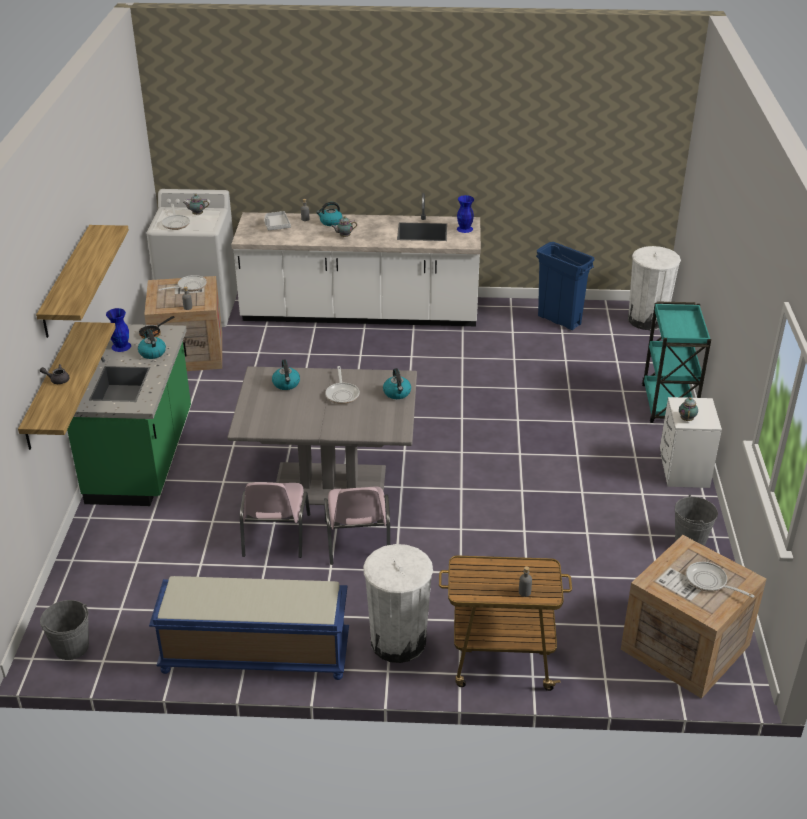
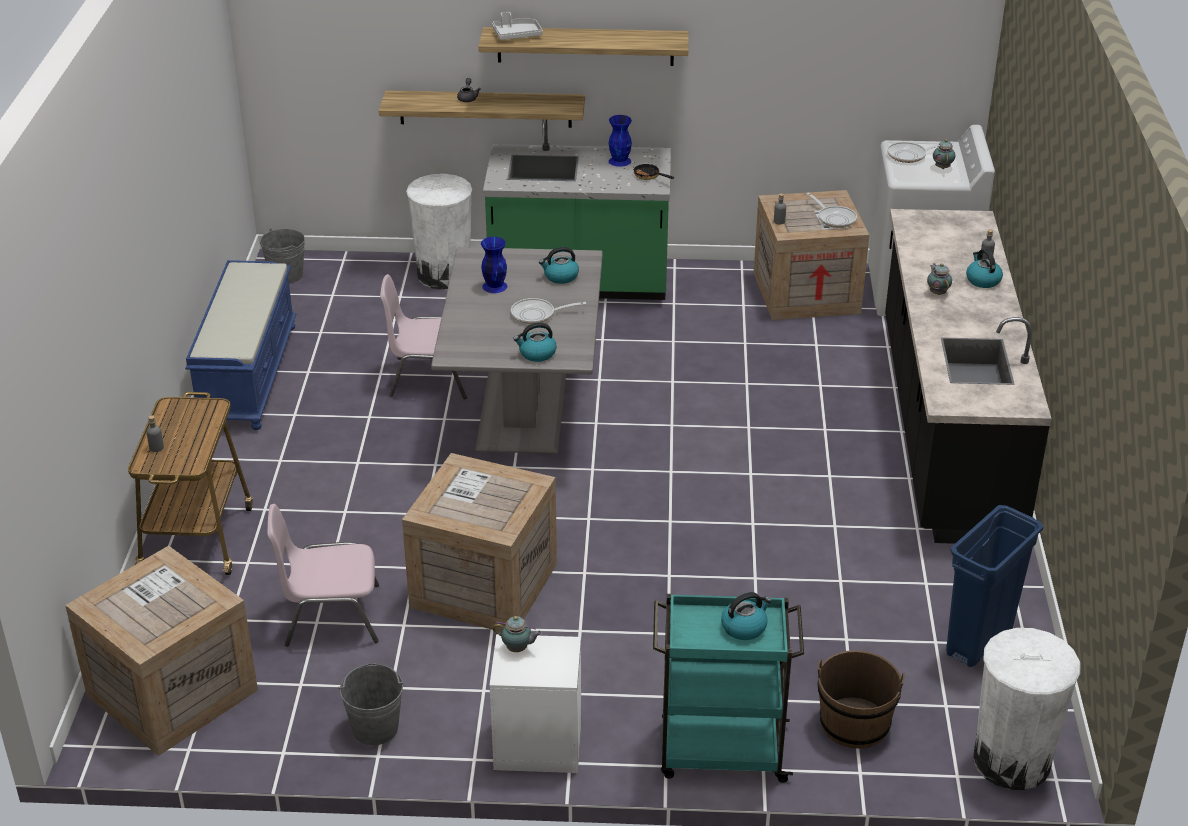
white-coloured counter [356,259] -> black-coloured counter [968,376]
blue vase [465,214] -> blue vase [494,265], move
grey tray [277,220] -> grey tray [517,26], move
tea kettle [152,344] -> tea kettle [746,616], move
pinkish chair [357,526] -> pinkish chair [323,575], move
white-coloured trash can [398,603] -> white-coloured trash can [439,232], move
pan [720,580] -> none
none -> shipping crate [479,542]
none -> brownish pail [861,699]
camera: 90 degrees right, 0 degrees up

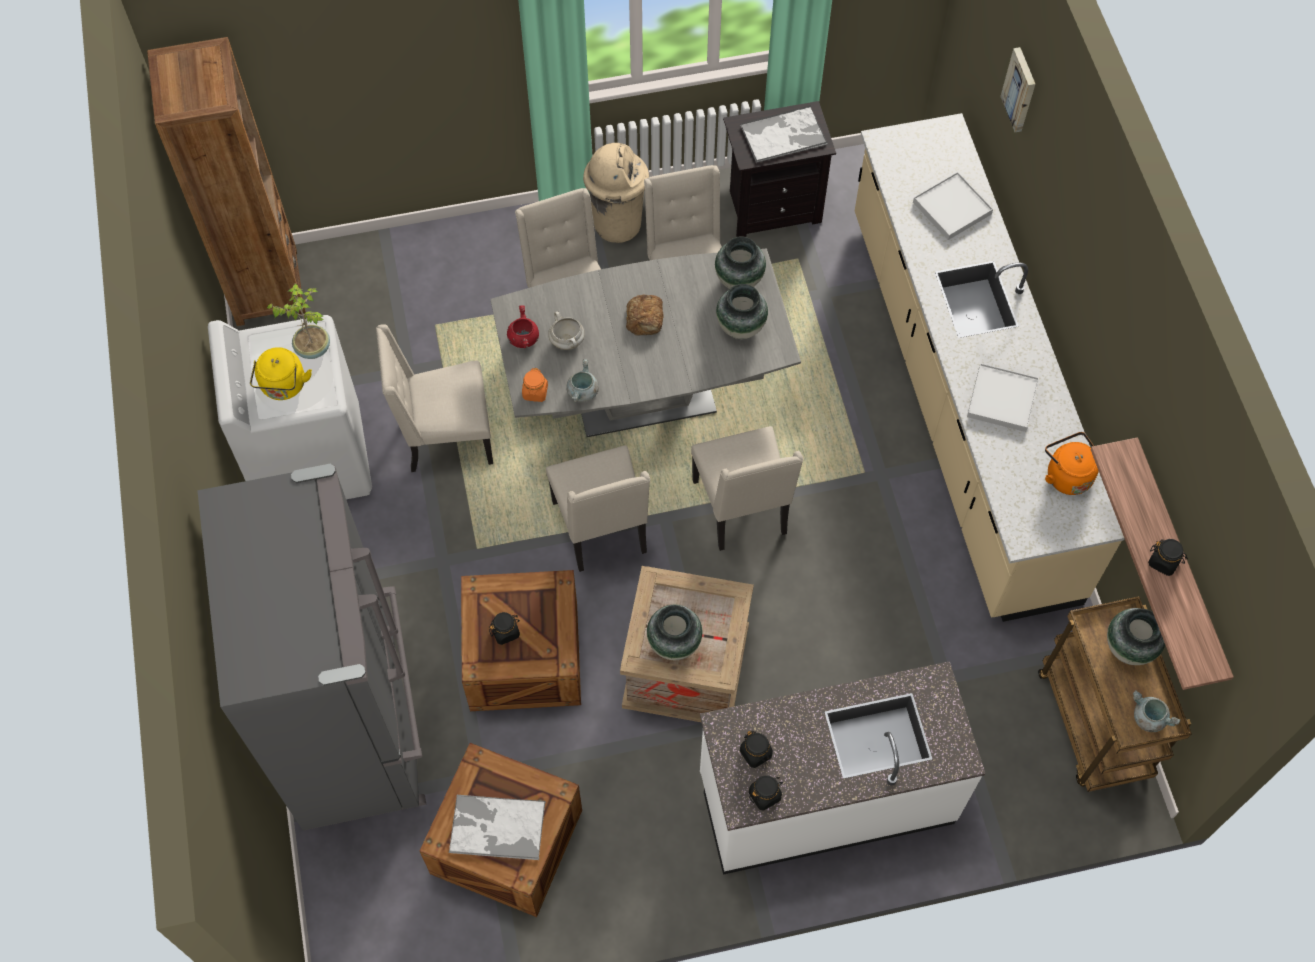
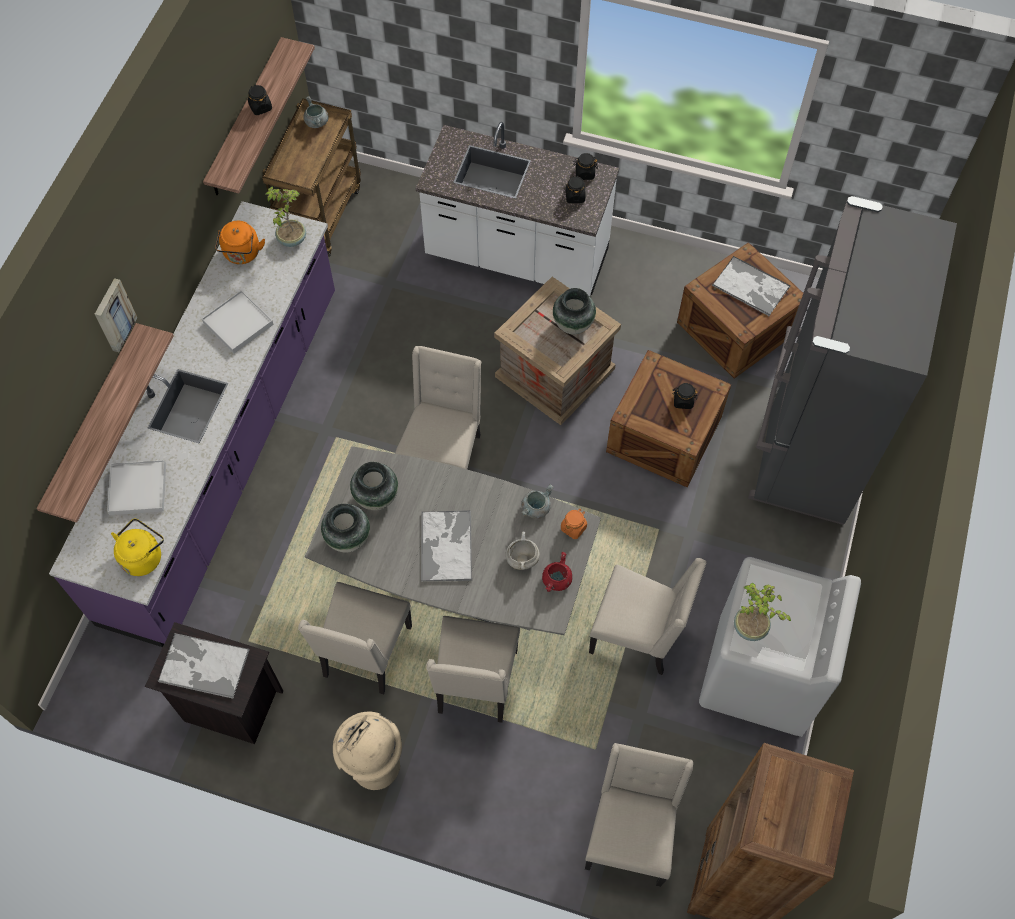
wall art [1017,89] -> wall art [116,315], move
beige counter [990,367] -> purplish counter [192,424]
bakery bread [645,315] -> tray [446,545]
yellowish tea kettle [281,373] -> yellowish tea kettle [137,547], move
beige chair [598,508] -> beige chair [639,815], move
vase [1136,636] -> none
none -> plant in a pot [285,216]
none -> bracket shelf [105,422]
camera: 150 degrees left, 0 degrees up

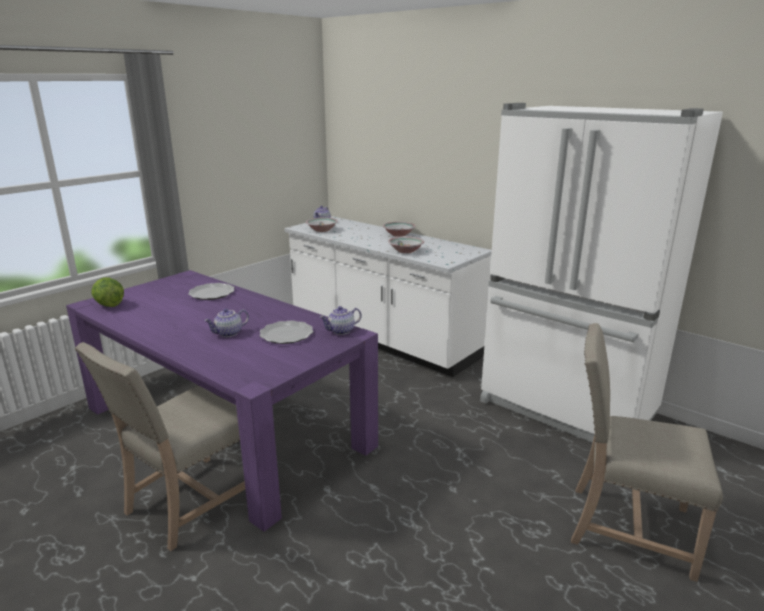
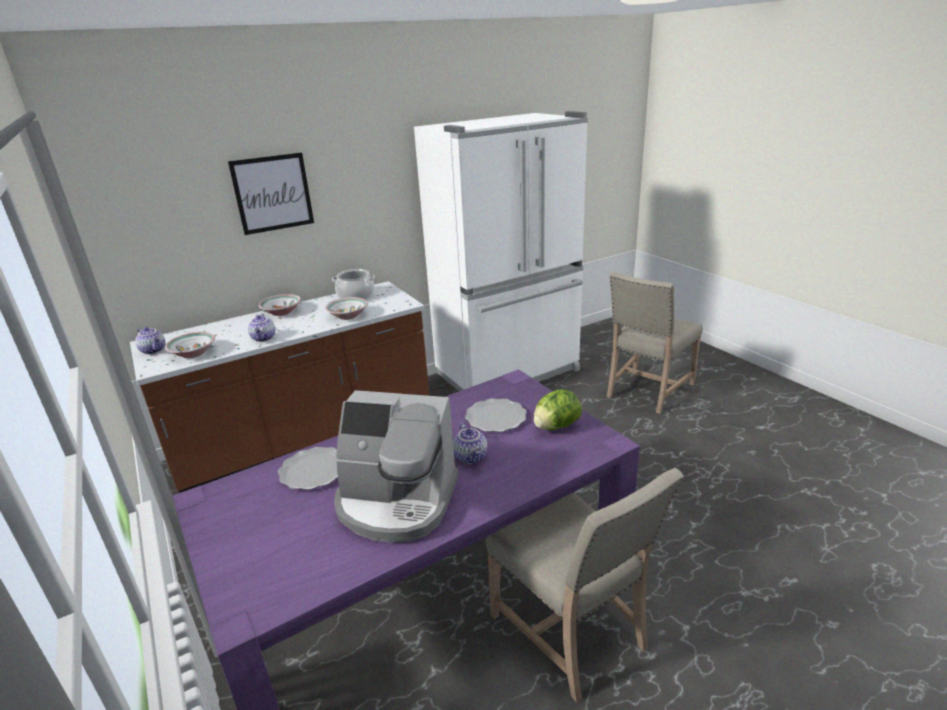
white-coloured counter [388,296] -> brownish counter [280,387]
head of lettuce [107,292] -> head of lettuce [558,409], move
pot for tea [341,320] -> pot for tea [261,327], move
none -> wall art [271,193]
none -> cooking pot [353,284]
none -> coffee machine [396,466]
camera: 70 degrees left, 5 degrees up

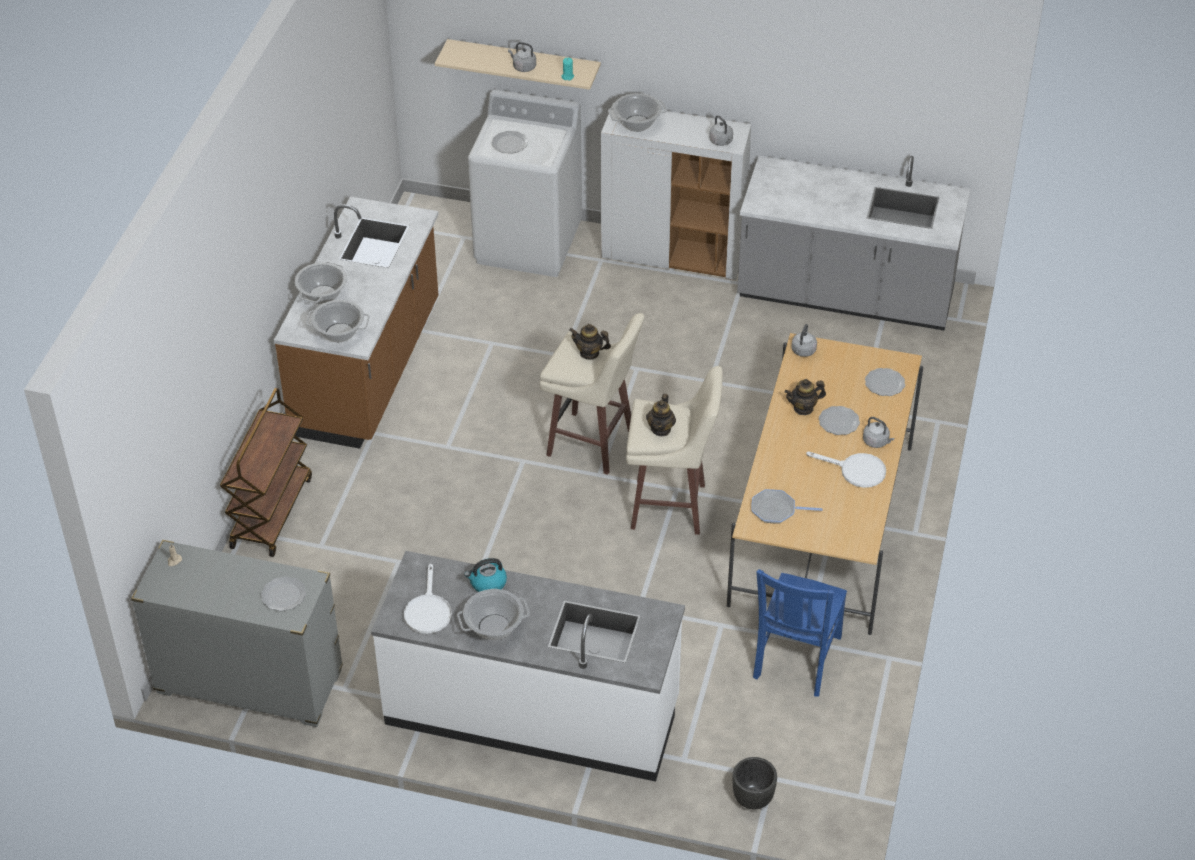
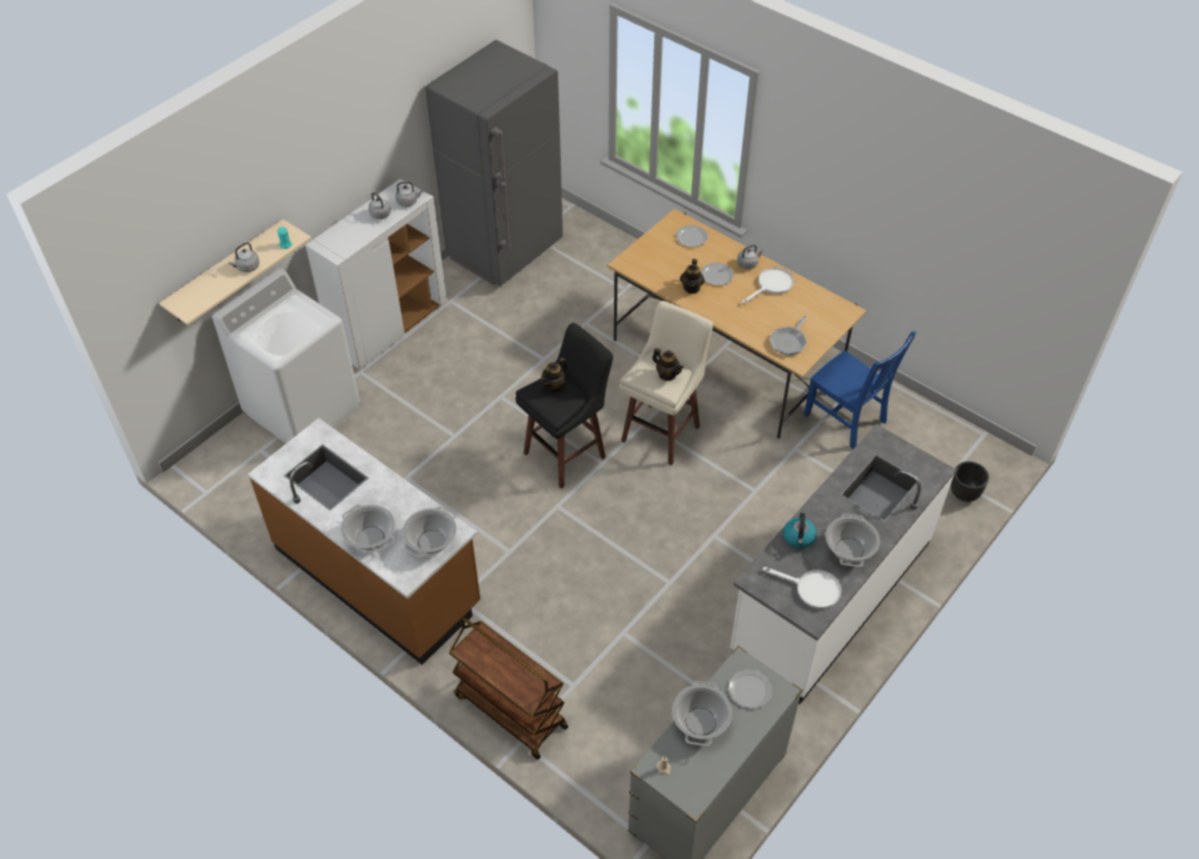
cooking pot [637,112] -> cooking pot [702,713], move
plate [510,142] -> none
grey counter [854,243] -> grey fridge [494,163]
beige sitting stool [592,394] -> black-coloured sitting stool [564,406]
grey tea kettle [804,340] -> grey tea kettle [380,205], move
camera: 65 degrees left, 5 degrees up

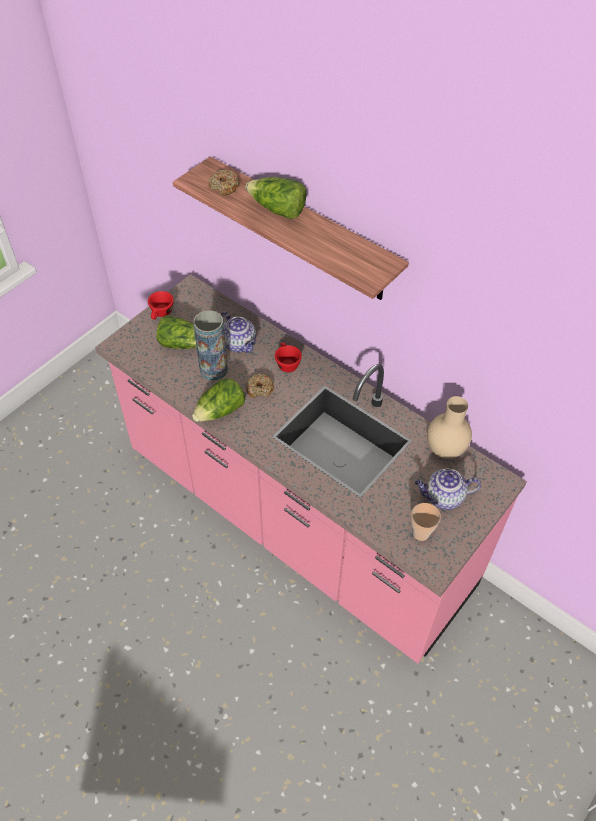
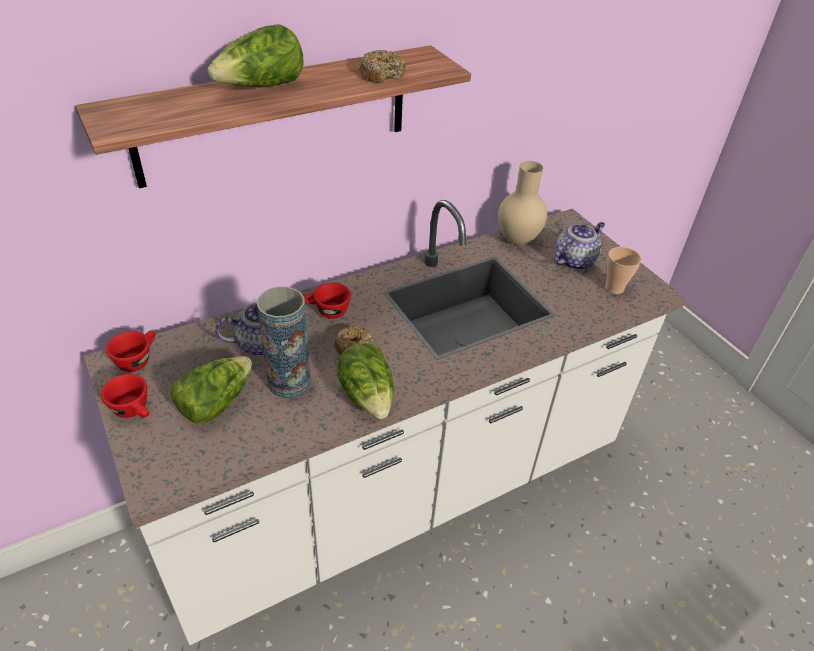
ring doughnut [224,182] -> ring doughnut [382,66], move
pinkish counter [311,468] -> white-coloured counter [385,422]
pot for tea [448,489] -> pot for tea [579,246], 150 degrees counterclockwise
none -> reddish drinking cup [131,351]
camera: 70 degrees left, 10 degrees down

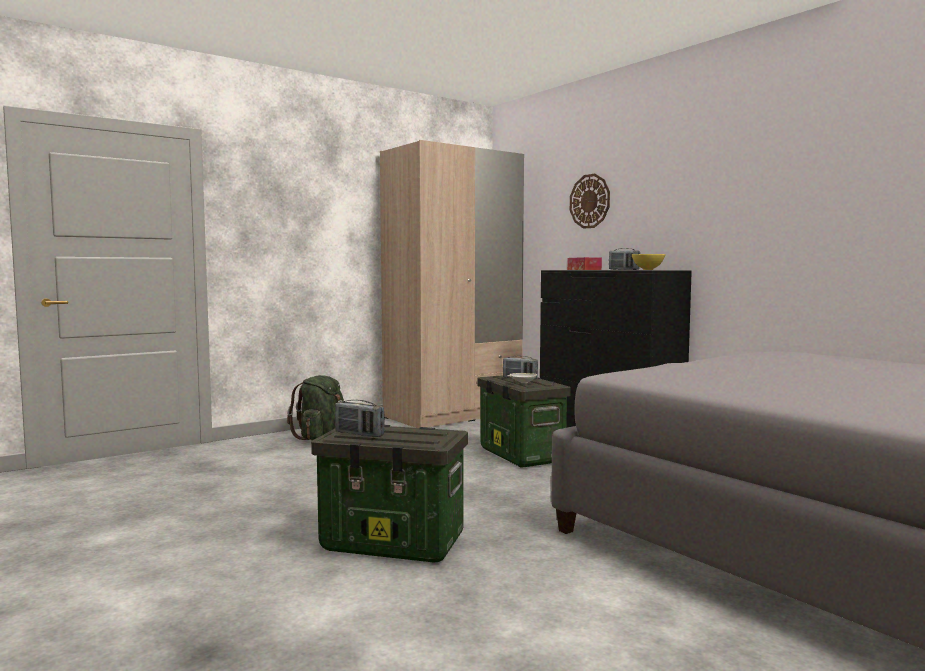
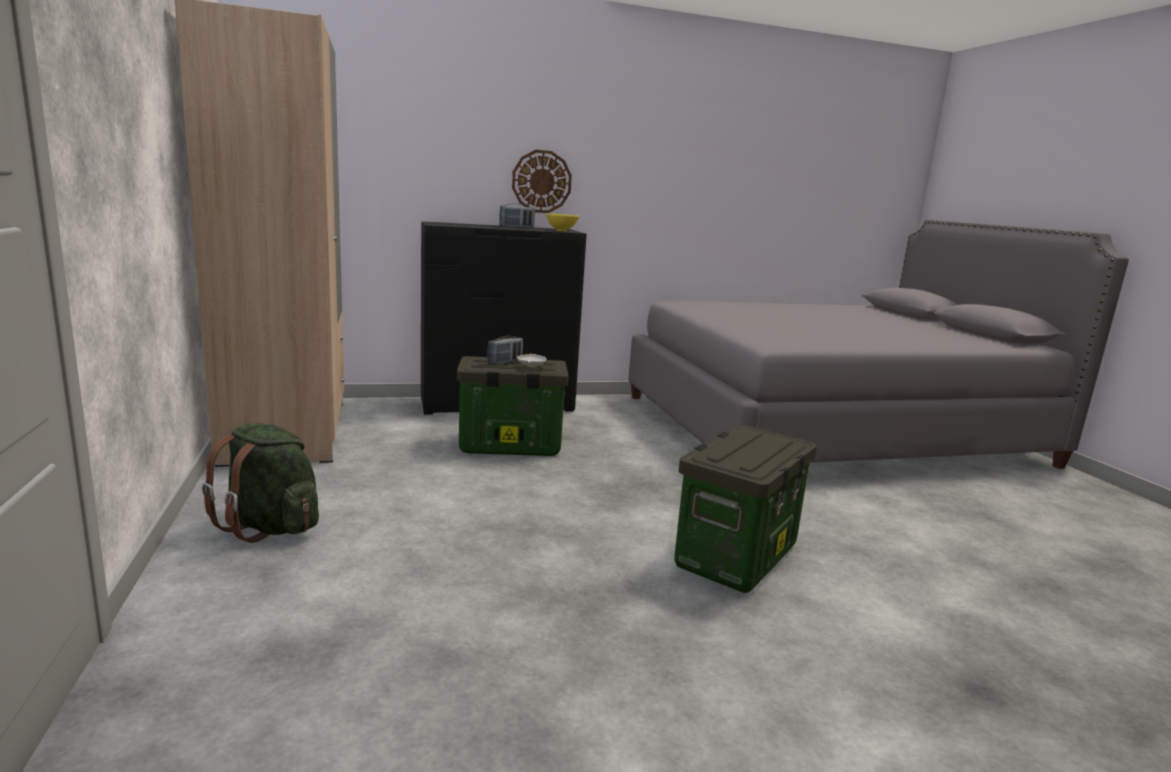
clock on the wall [590,201] -> clock on the wall [542,181], move
box of tissues [584,263] -> none
radio set [360,418] -> none
camera: 70 degrees left, 10 degrees up

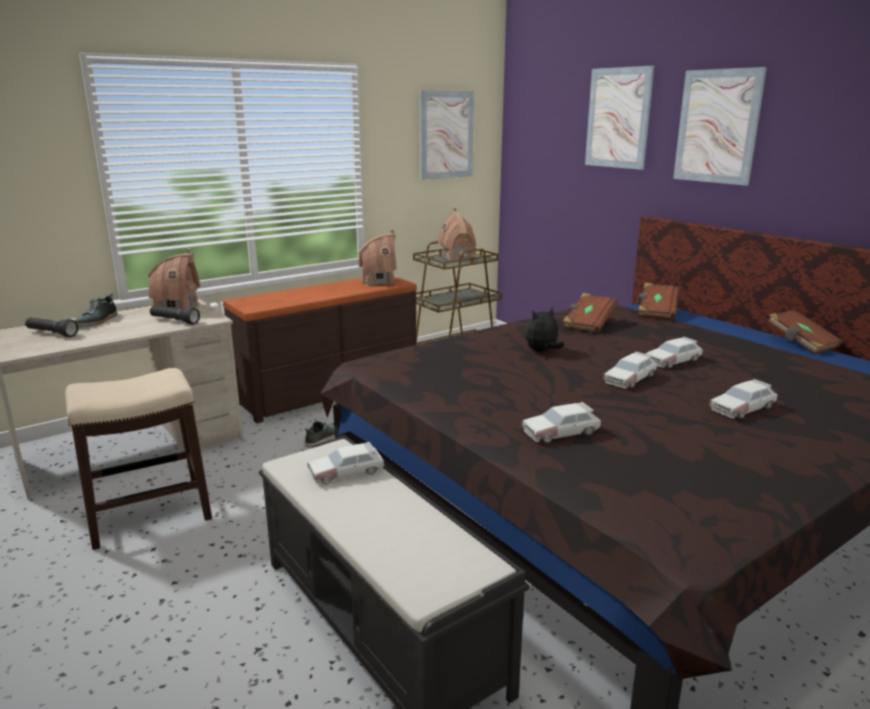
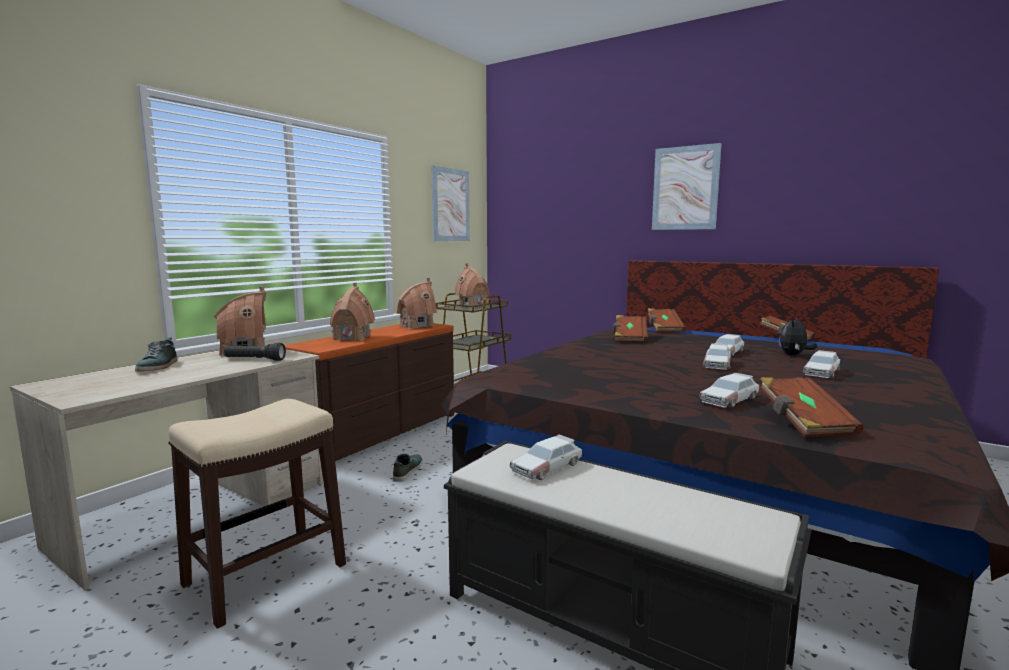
wall art [619,118] -> none
soft toy [544,329] -> soft toy [798,335], move
black-coloured flashlight [51,327] -> none
none -> miniature house [352,311]
none -> brownish book [811,407]
camera: 20 degrees left, 10 degrees down

